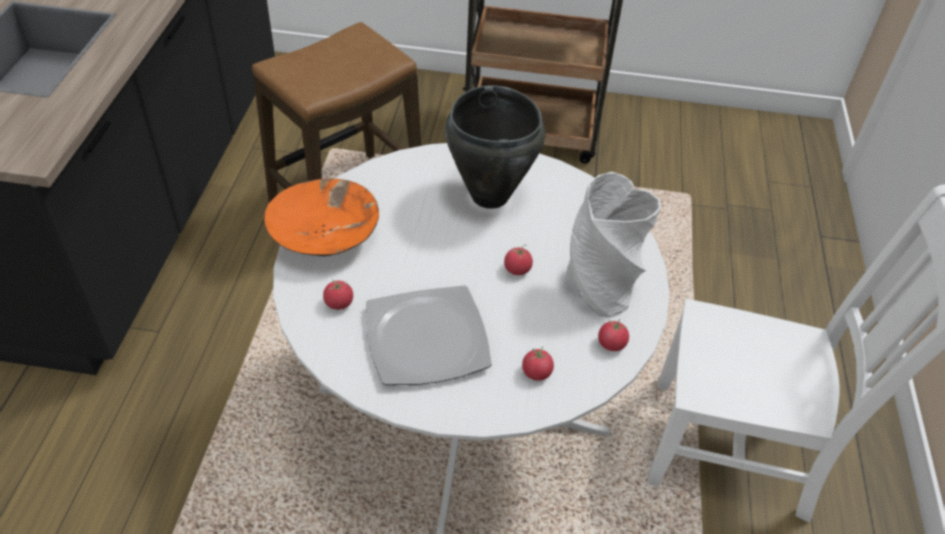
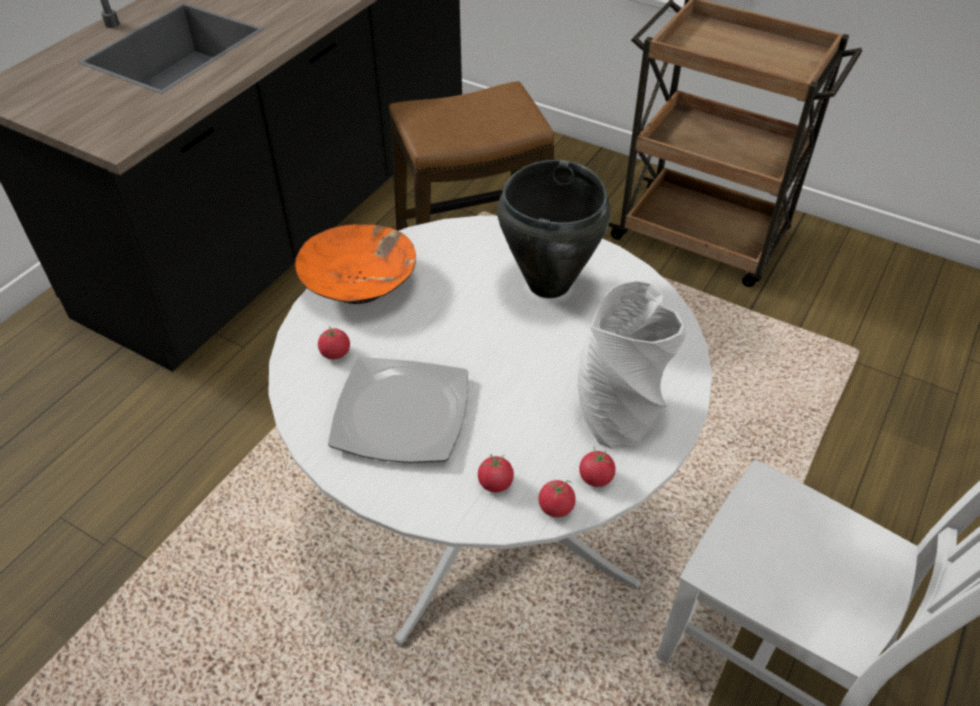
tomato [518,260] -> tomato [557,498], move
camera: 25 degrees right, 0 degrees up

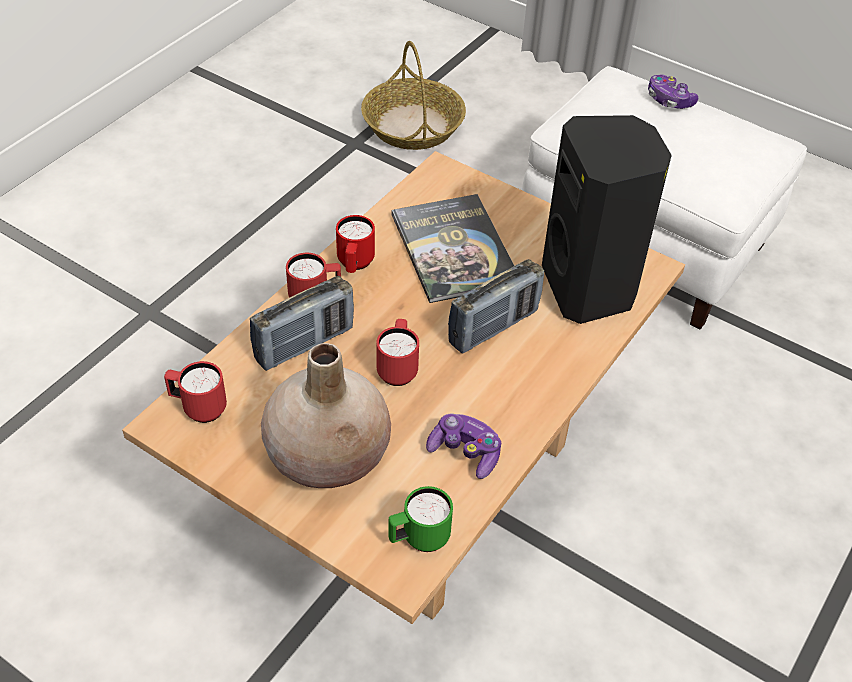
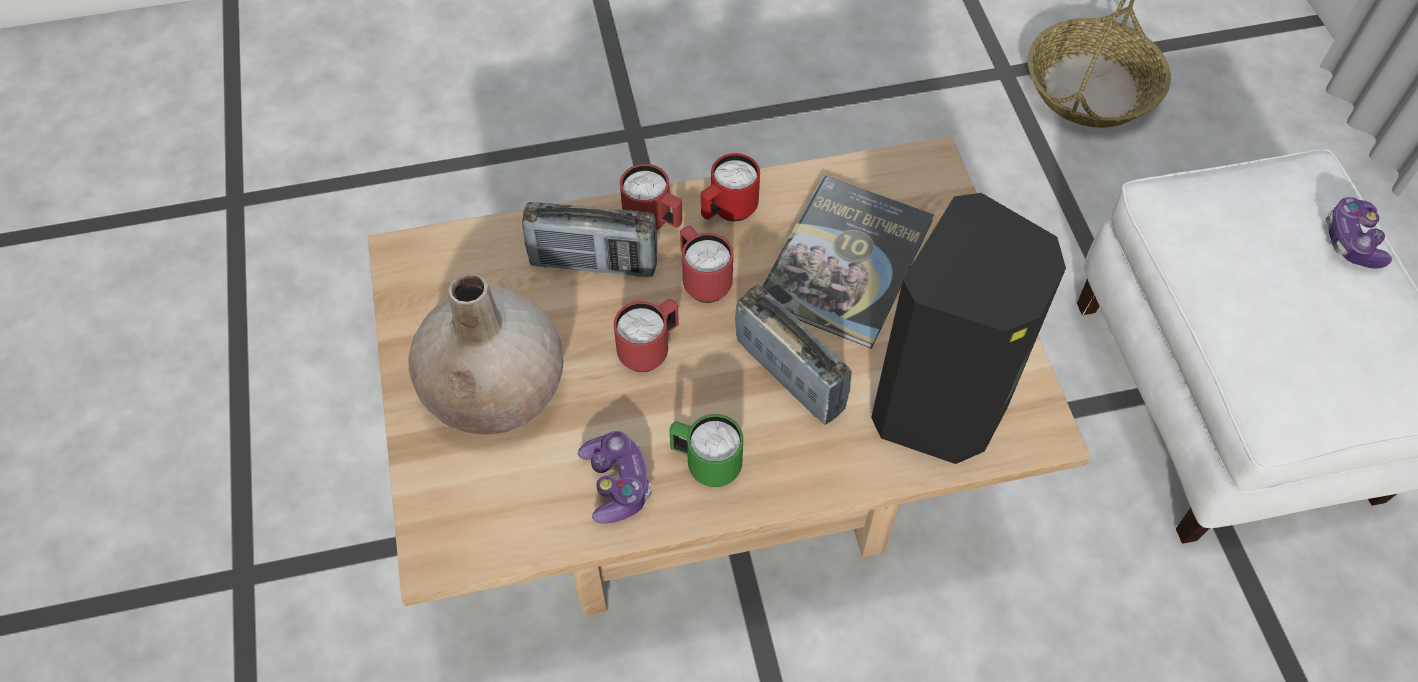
radio set [496,306] -> radio set [793,355], 135 degrees counterclockwise
reddish mug [195,392] -> reddish mug [706,264], move
greenish mug [420,519] -> greenish mug [706,450], move
camera: 45 degrees right, 10 degrees up

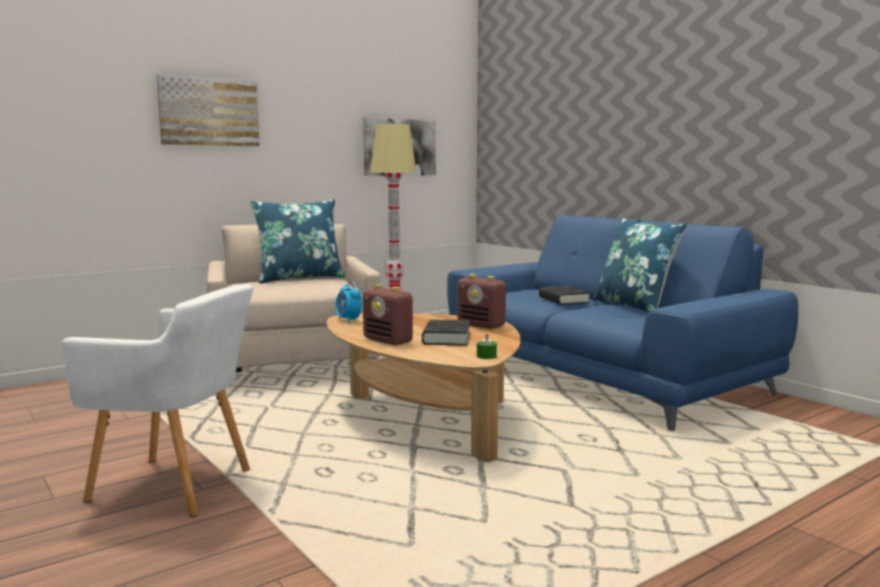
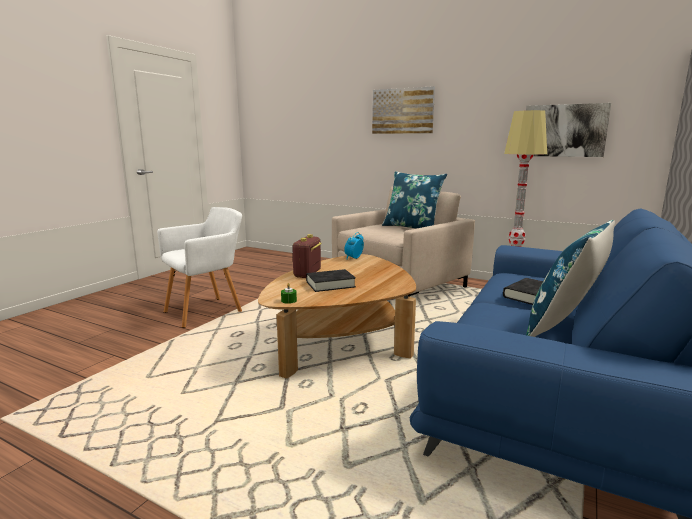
radio set [481,301] -> none
white-coloured easy chair [157,400] -> white-coloured easy chair [199,267], 120 degrees counterclockwise
camera: 65 degrees right, 5 degrees up

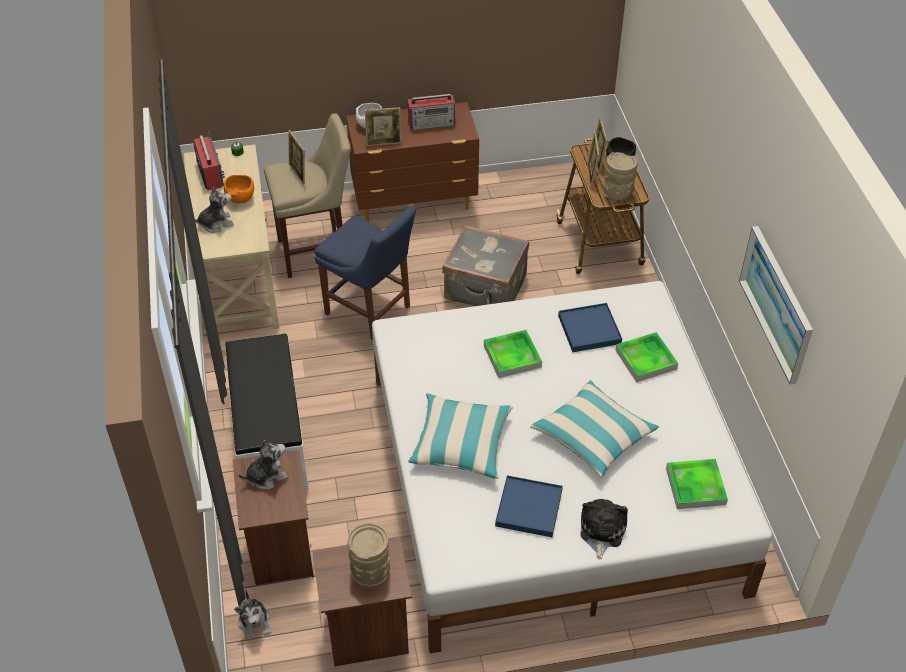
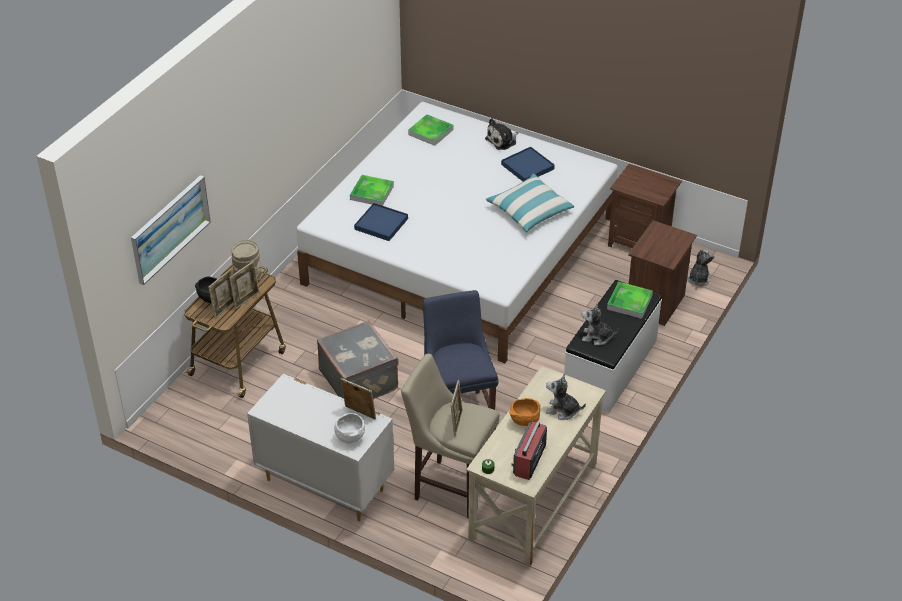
radio set [431,112] -> none
brownish chest of drawers [412,162] -> white-coloured chest of drawers [320,447]
wall art [776,305] -> wall art [171,230], move
tray [513,354] -> tray [630,300], move
pillow [594,429] -> none
soft toy [263,465] -> soft toy [600,324], move
beige vase [368,555] -> none
camera: 140 degrees left, 5 degrees down

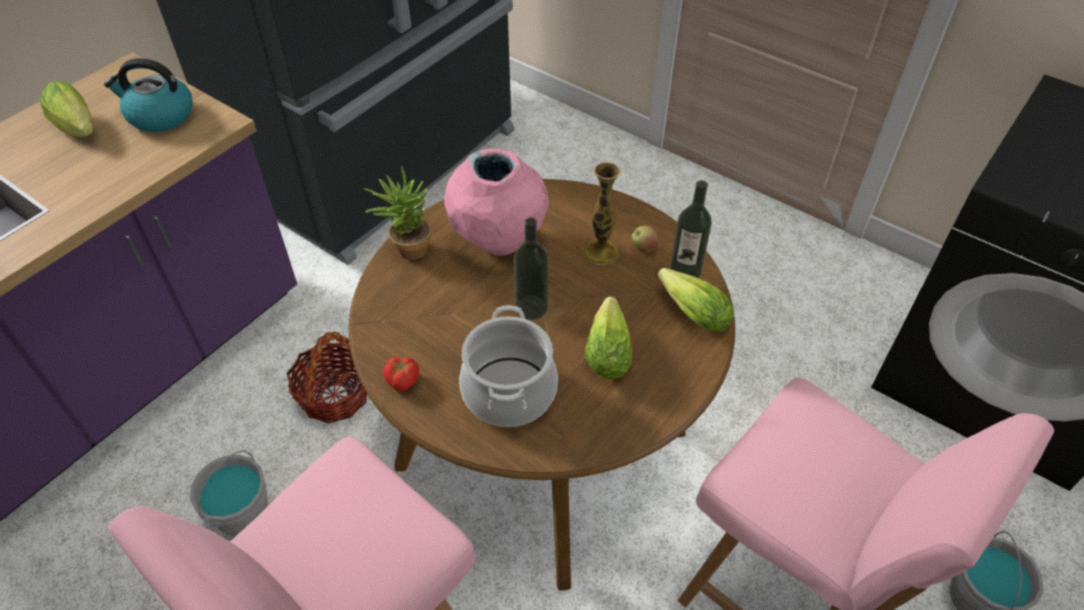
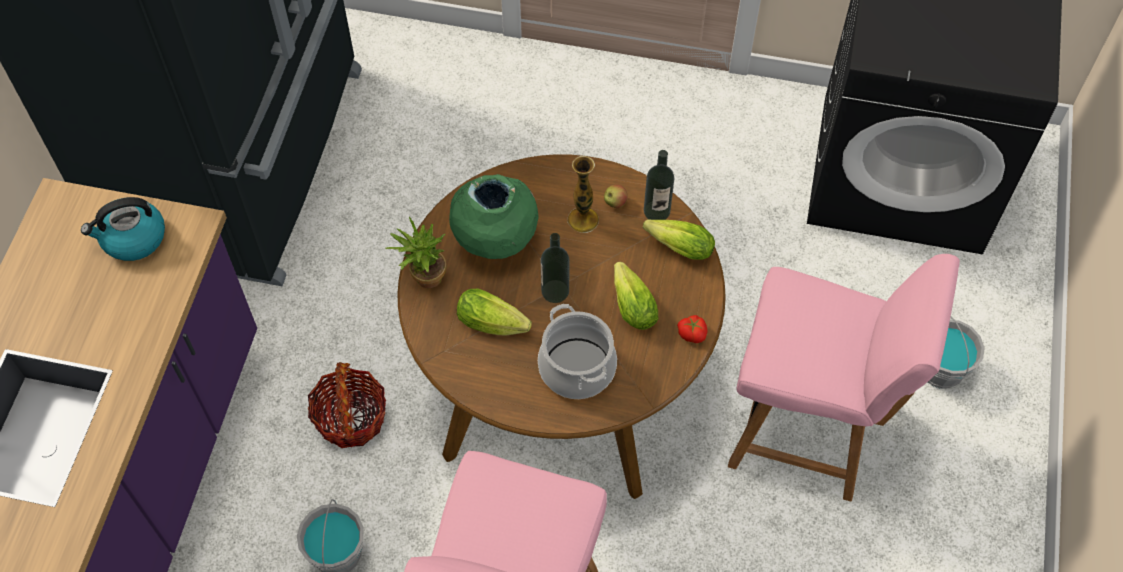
head of lettuce [66,109] -> head of lettuce [494,312], move
pinkish vase [496,202] -> greenish vase [494,216]
tomato [401,374] -> tomato [692,329], move
camera: 25 degrees left, 10 degrees up

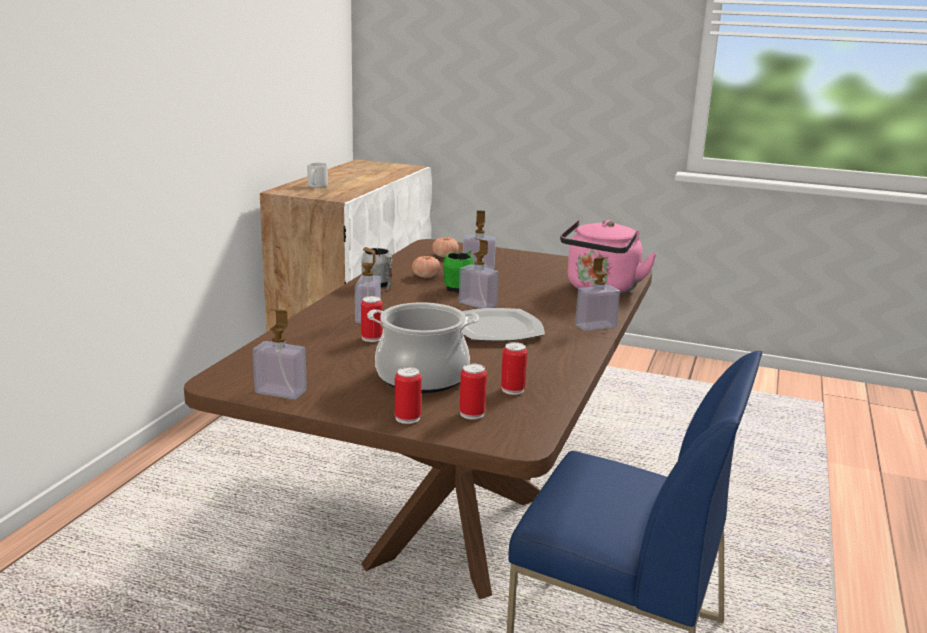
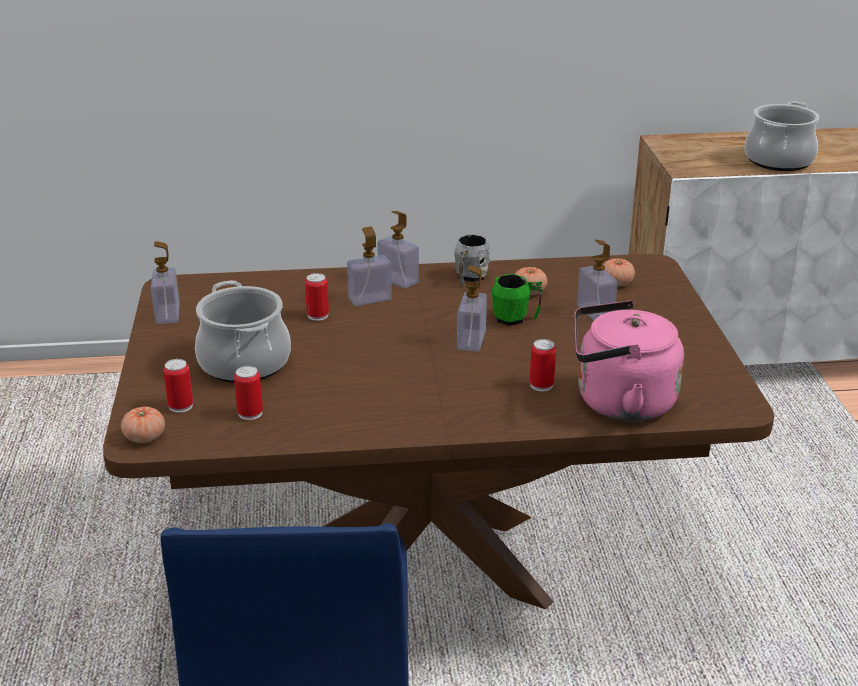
grey mug [317,175] -> none
soap dispenser [597,294] -> soap dispenser [398,249], move
plate [503,324] -> none
sealed can [408,395] -> sealed can [543,365], move
none -> cooking pot [781,136]
none -> tomato [143,425]
camera: 65 degrees right, 10 degrees up

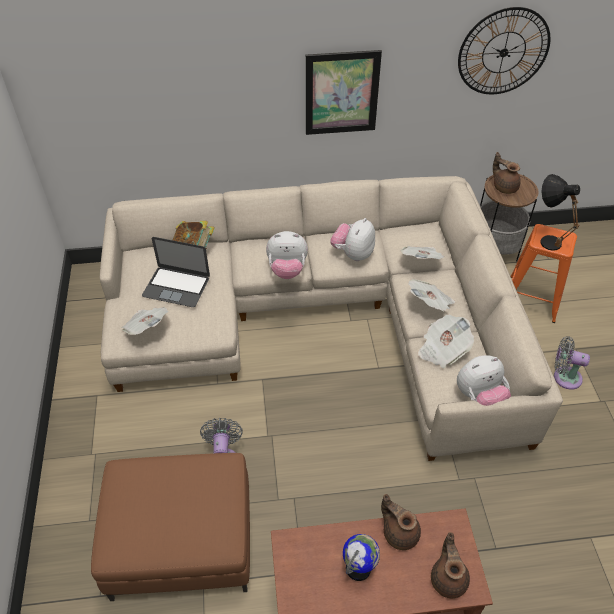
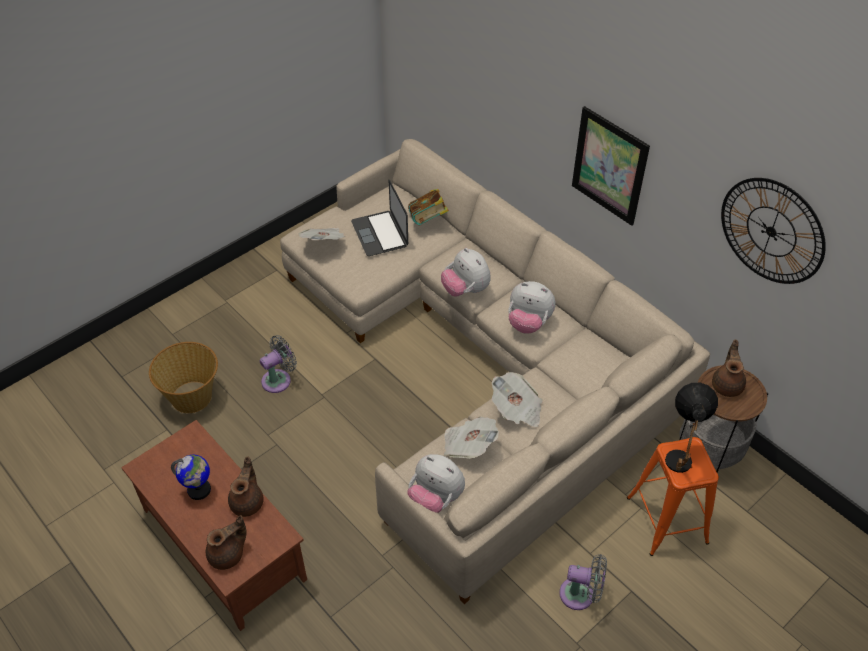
soft toy [352,239] -> soft toy [532,307], 150 degrees counterclockwise
daily paper [422,252] -> none
grey cooling fan [572,363] -> grey cooling fan [583,582], 120 degrees clockwise
brownish pouffe [170,527] -> household basket [183,377]
camera: 55 degrees right, 0 degrees up

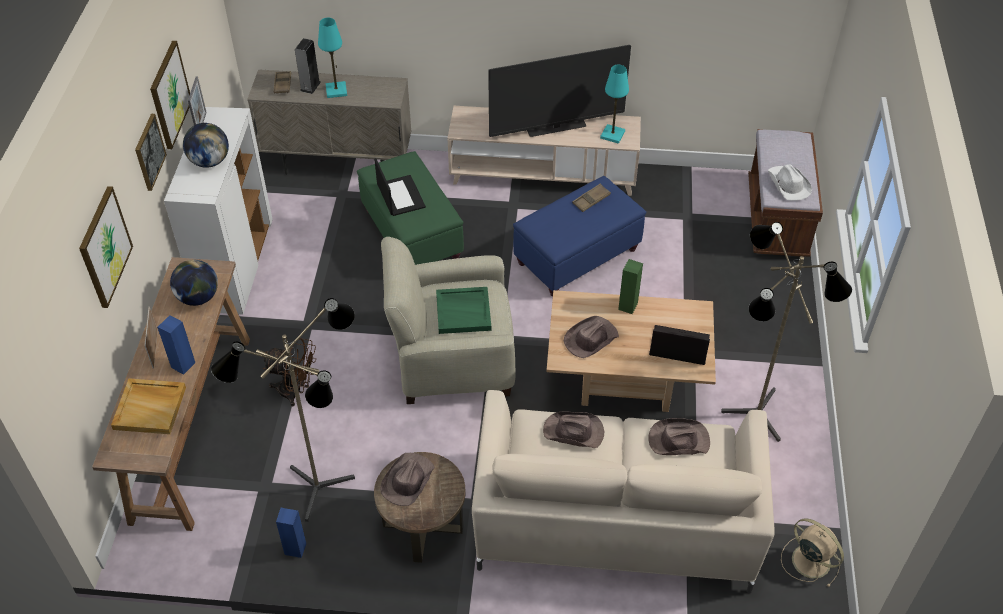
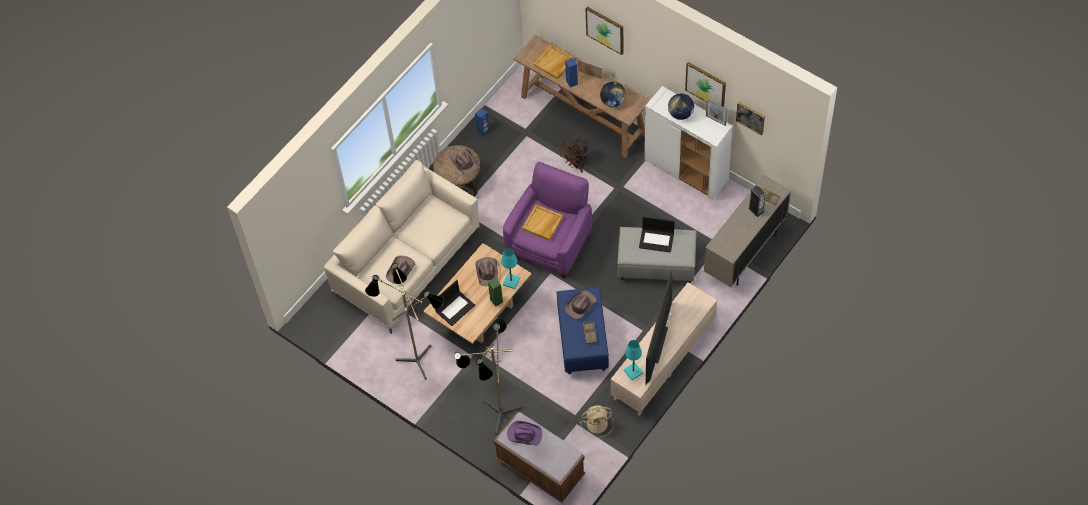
turquoise-coloured table lamp [332,58] -> turquoise-coloured table lamp [510,268], move
wall art [151,152] -> wall art [750,119], move
greenish pouffe [410,208] -> grey pouffe [656,255]
white-coloured wearable hat [790,182] -> purplish wearable hat [524,433]
beige easy chair [448,320] -> purplish easy chair [547,220]
greenish tray [463,310] -> beige tray [542,222]
standard lamp [283,410] -> standard lamp [488,376], move
brownish wearable hat [573,430] -> brownish wearable hat [581,304], move
beige cooling fan [812,552] -> beige cooling fan [596,421], move
camera: 125 degrees right, 10 degrees up

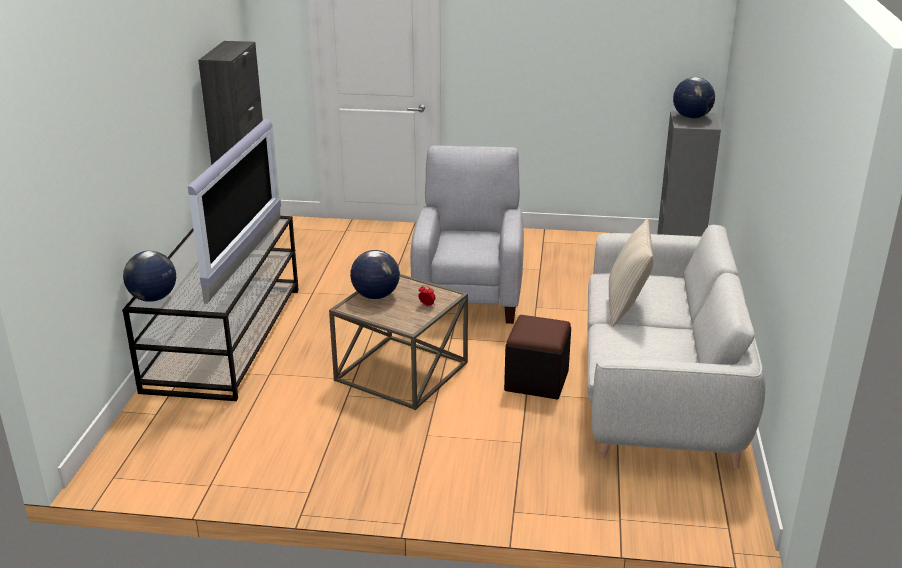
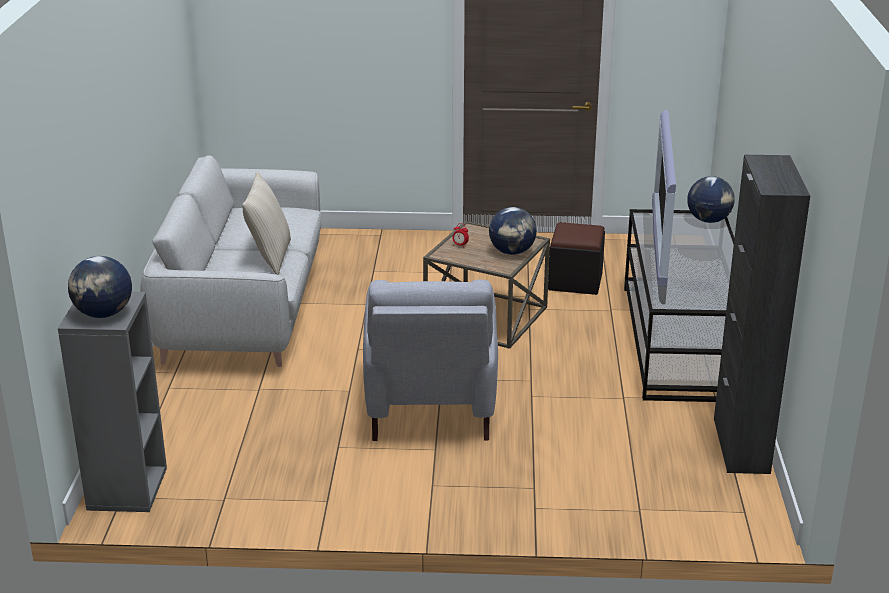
black-coloured pouffe [537,357] -> black-coloured pouffe [576,258], move
camera: 175 degrees right, 0 degrees up

